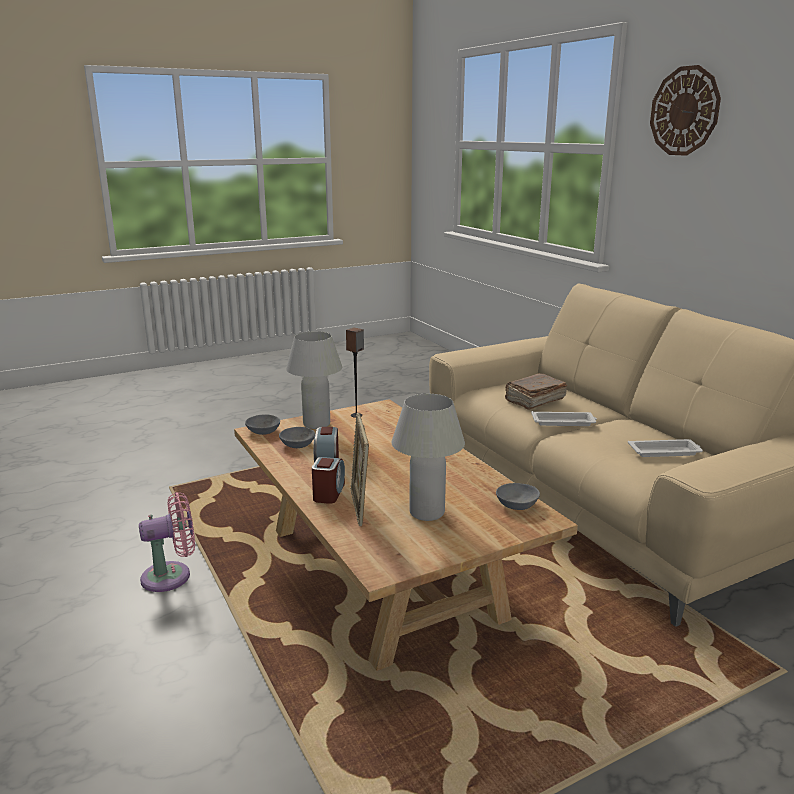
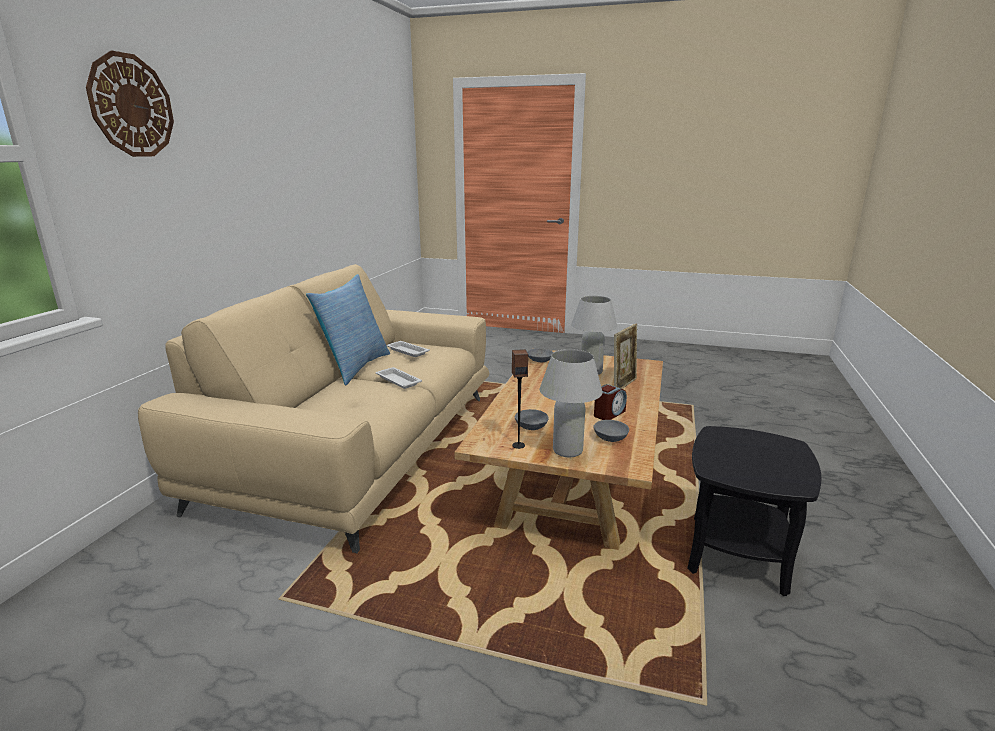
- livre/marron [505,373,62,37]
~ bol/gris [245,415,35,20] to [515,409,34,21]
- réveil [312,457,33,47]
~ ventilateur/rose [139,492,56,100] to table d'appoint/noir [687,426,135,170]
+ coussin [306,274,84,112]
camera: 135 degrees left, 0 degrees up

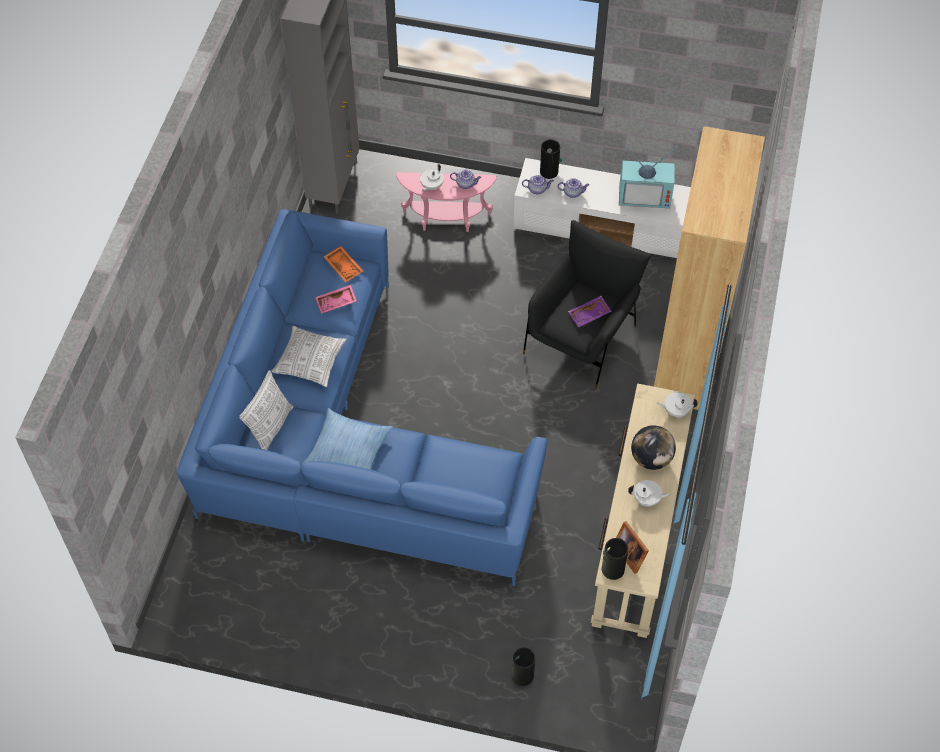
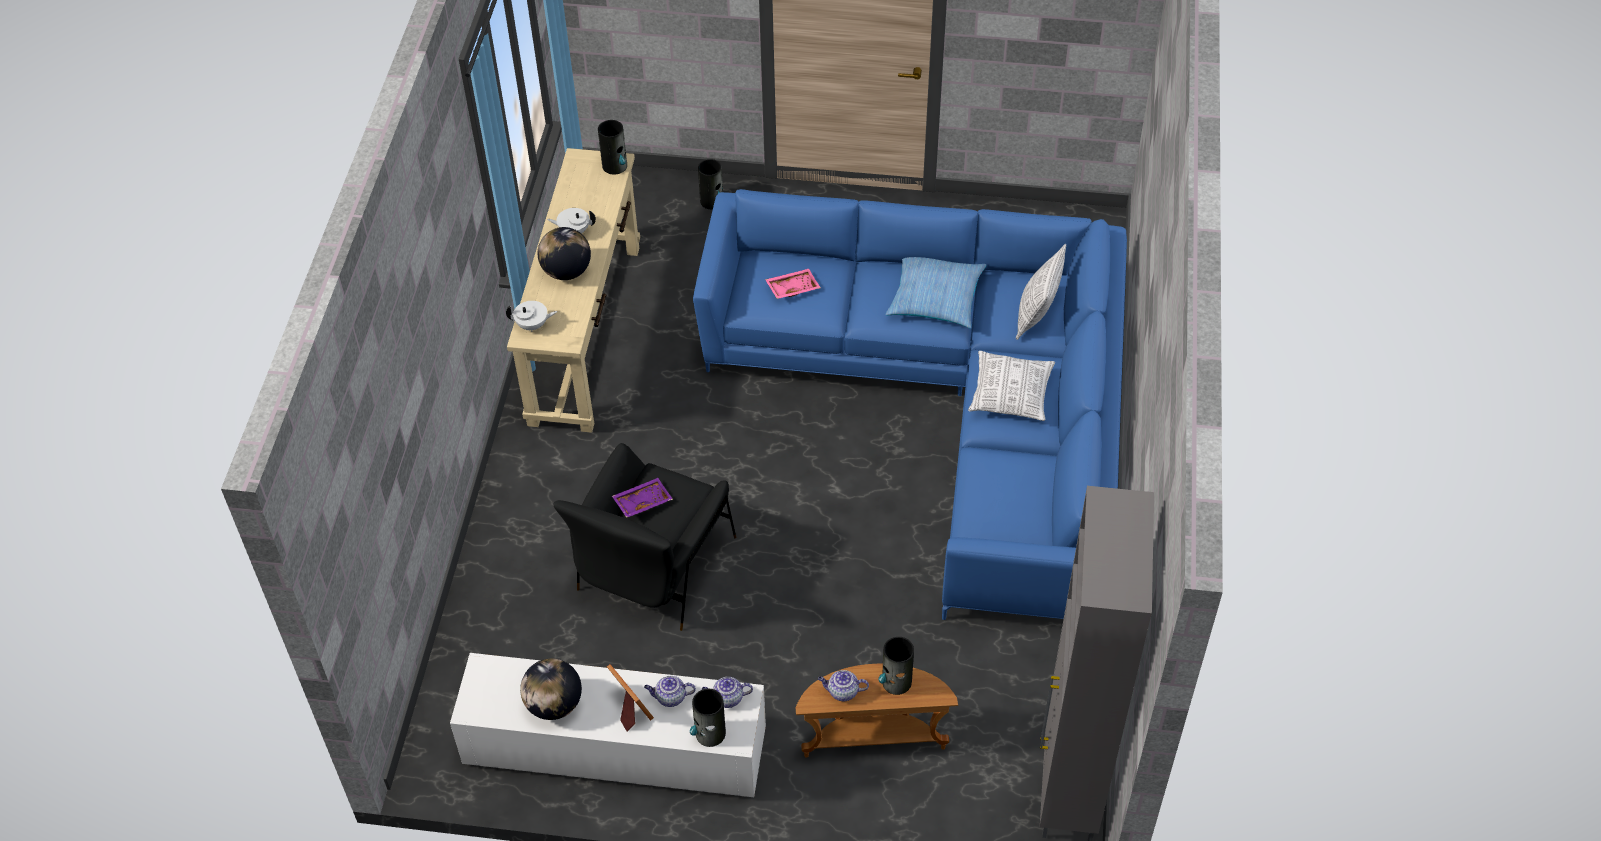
- bibliothèque/marron [654,126,111,284]
~ téléviseur [619,146,59,62] to globe [520,659,62,61]
~ théière/blanc [420,164,24,27] to vase [878,637,36,58]
~ table d'appoint/rose [396,172,100,60] to table d'appoint/marron [796,664,162,94]
- plateau/orange [324,246,39,36]
~ plateau/rose [315,285,42,29] to [765,269,56,30]
~ cadre photo [616,521,33,53] to [607,664,47,68]
camera: 175 degrees right, 5 degrees down

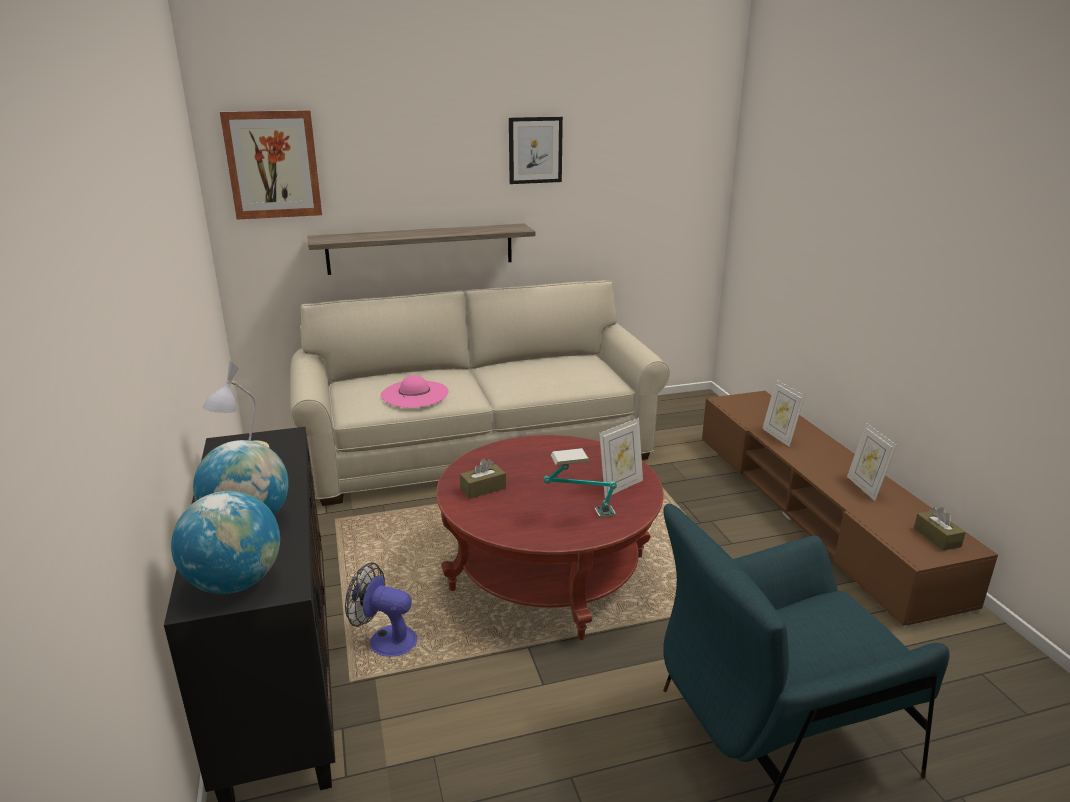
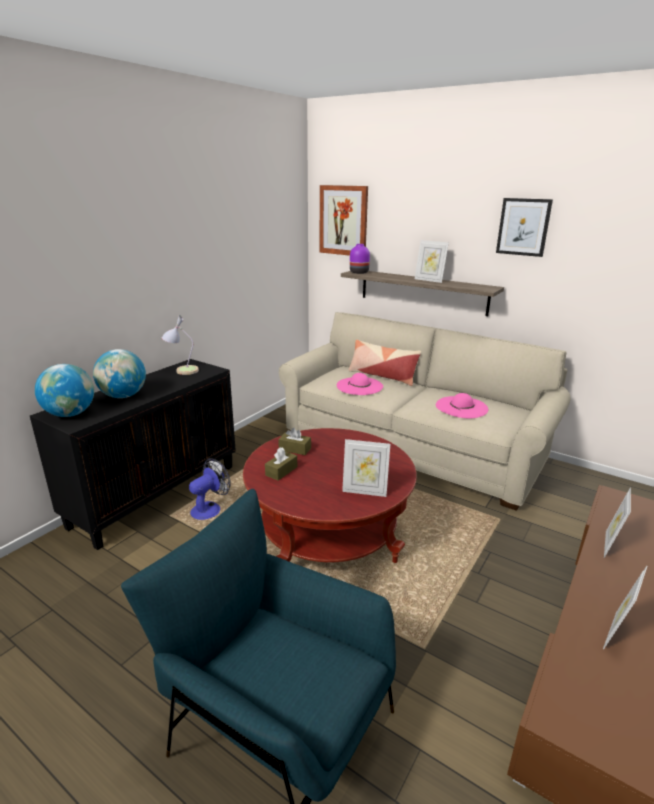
- lampe de table [543,448,74,70]
~ boîte à mouchoirs/marron [914,507,52,44] to [265,447,32,34]
~ ventilateur [345,562,72,95] = [189,458,42,62] 60 degrees clockwise
+ cadre photo [415,240,34,43]
+ vase/violet [350,244,20,30]
+ coussin [348,340,73,46]
+ chapeau/rose [436,393,52,25]
camera: 50 degrees right, 0 degrees up

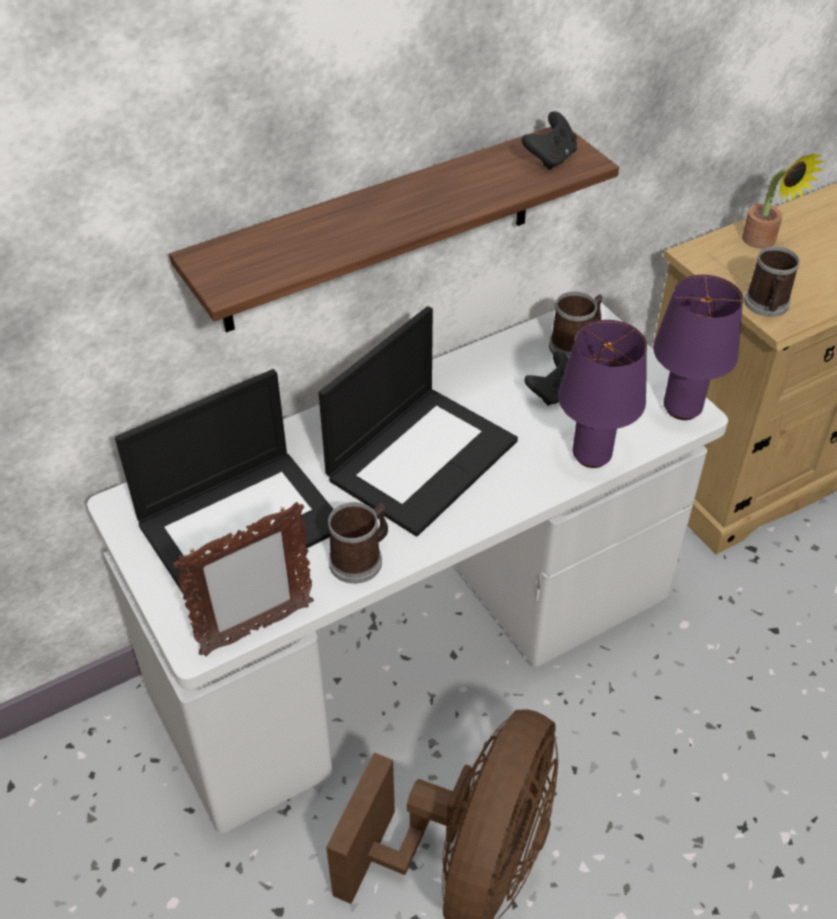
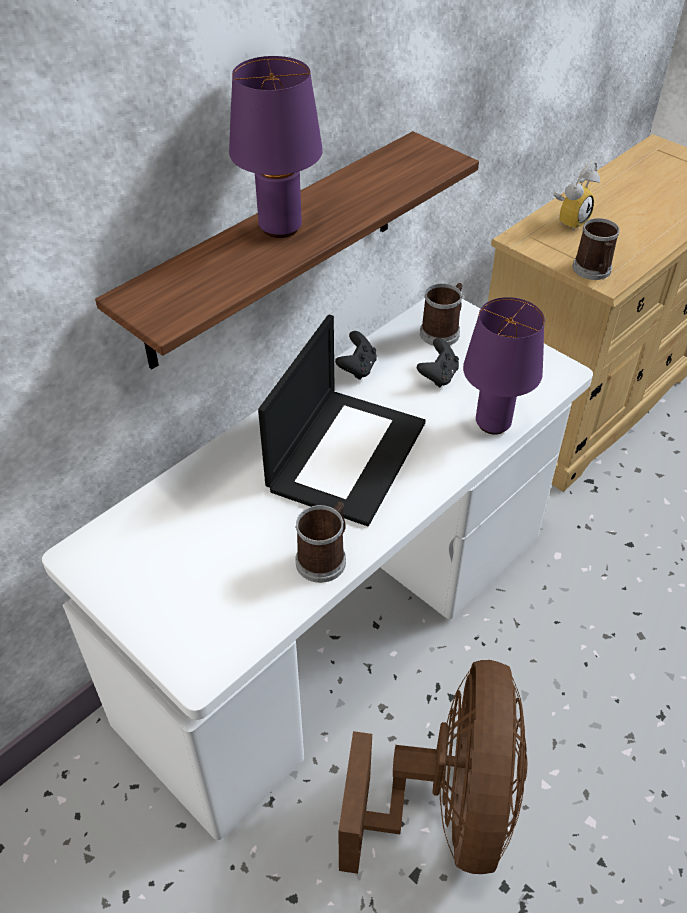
~ manette/noir [522,111,55,59] to [335,331,42,49]
~ plante en pot [742,153,84,96] to réveil [553,161,47,70]
~ lampe de table/violet [653,275,90,145] to [229,56,94,182]
- ordinateur portable [115,369,219,236]
- cadre photo [173,502,141,155]
camera: 15 degrees left, 0 degrees up

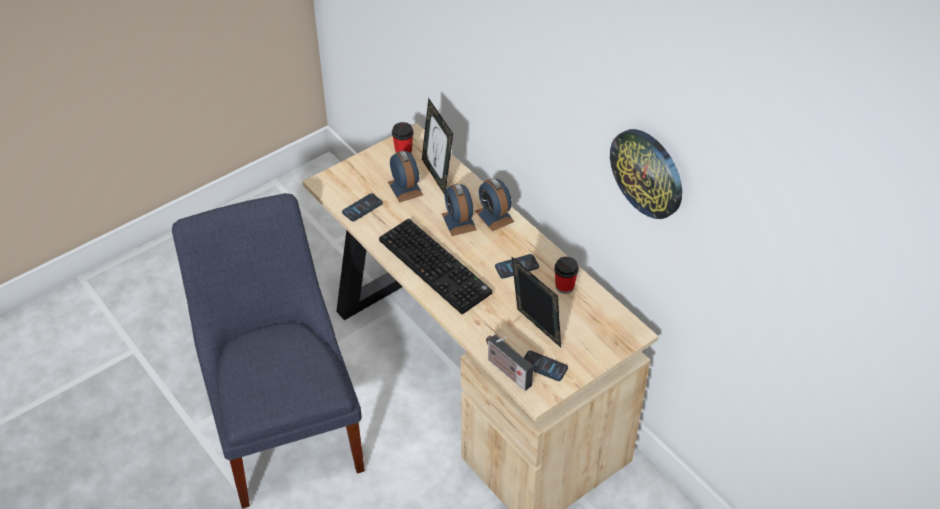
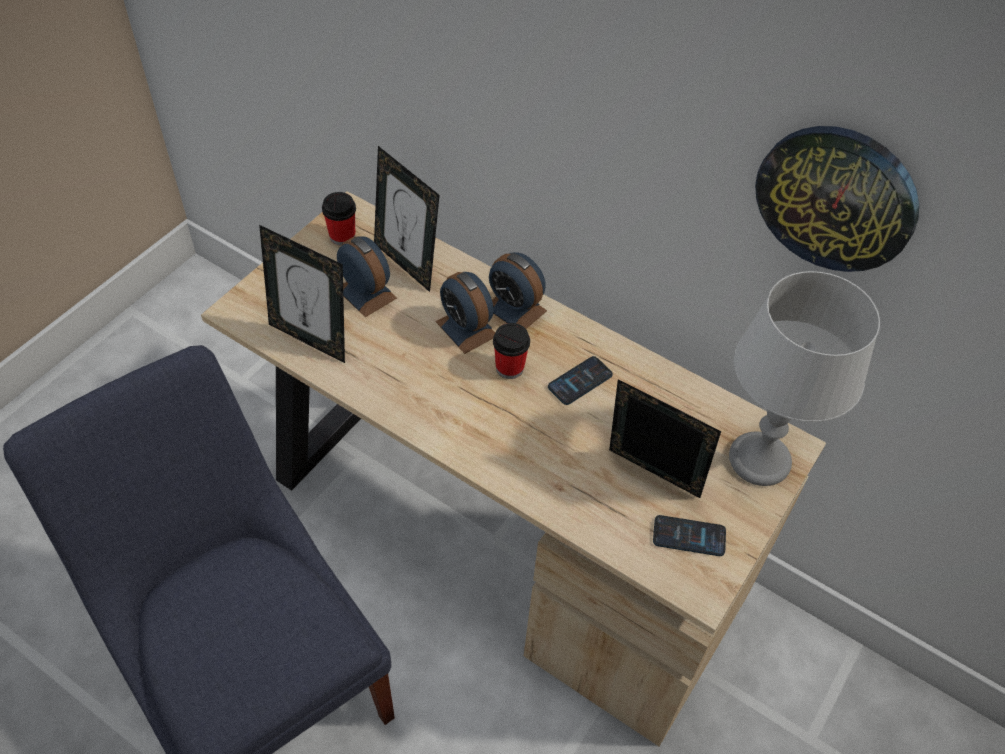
~ téléphone [342,193,41,28] to cadre photo [259,225,86,138]
- clavier [379,219,113,95]
~ tasse [554,257,25,37] to [493,323,37,56]
- radio [486,335,47,56]
+ lampe de table/gris [729,271,151,215]
camera: 20 degrees left, 5 degrees up

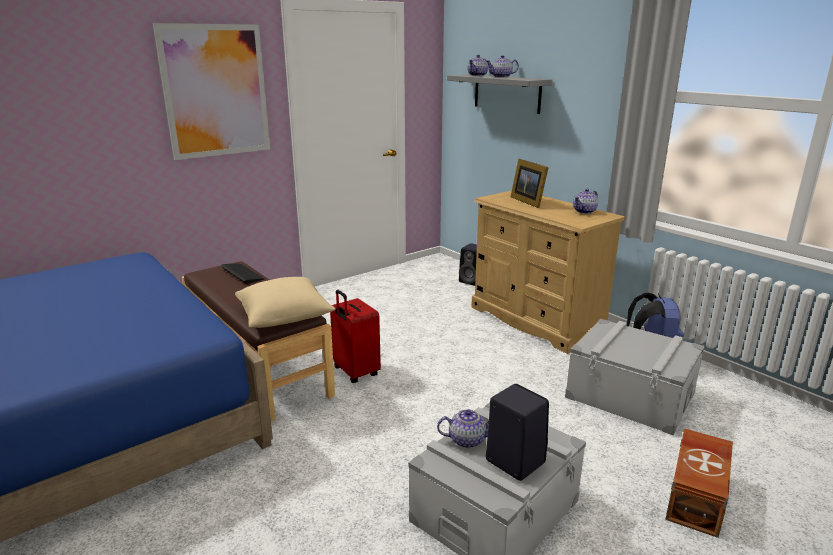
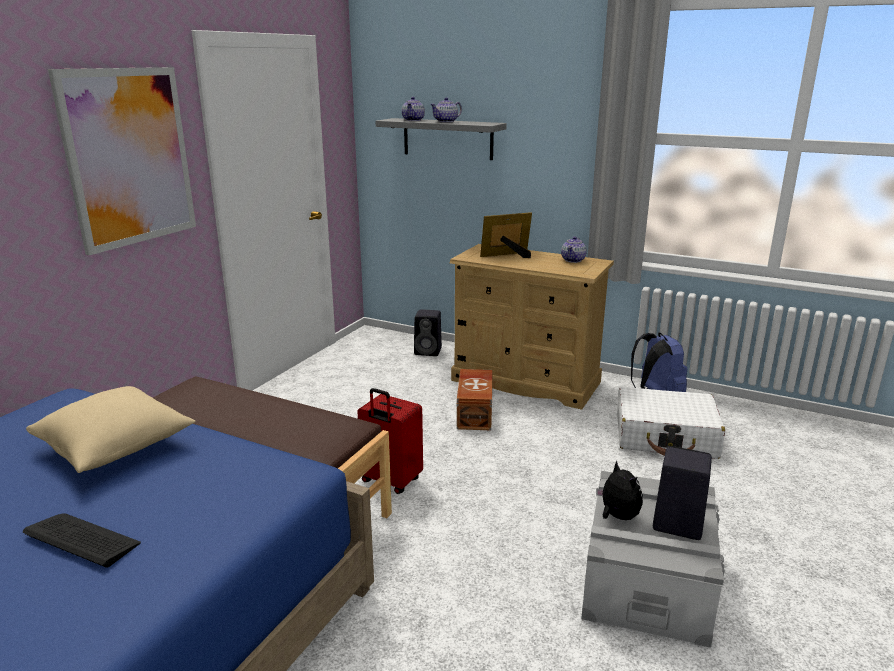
~ cadre photo [511,159,38,49] = [480,212,52,46] 120 degrees clockwise
~ clavier [221,264,44,20] to [23,513,118,55]
~ coussin/beige [235,277,101,51] to [26,386,169,87]
~ boîte de rangement/gris [565,319,140,116] to valise/blanc [617,387,108,72]
~ théière [437,409,52,39] to peluche [596,461,47,59]
~ boîte de rangement/marron [665,428,68,110] to [457,369,36,61]
camera: 25 degrees left, 0 degrees up

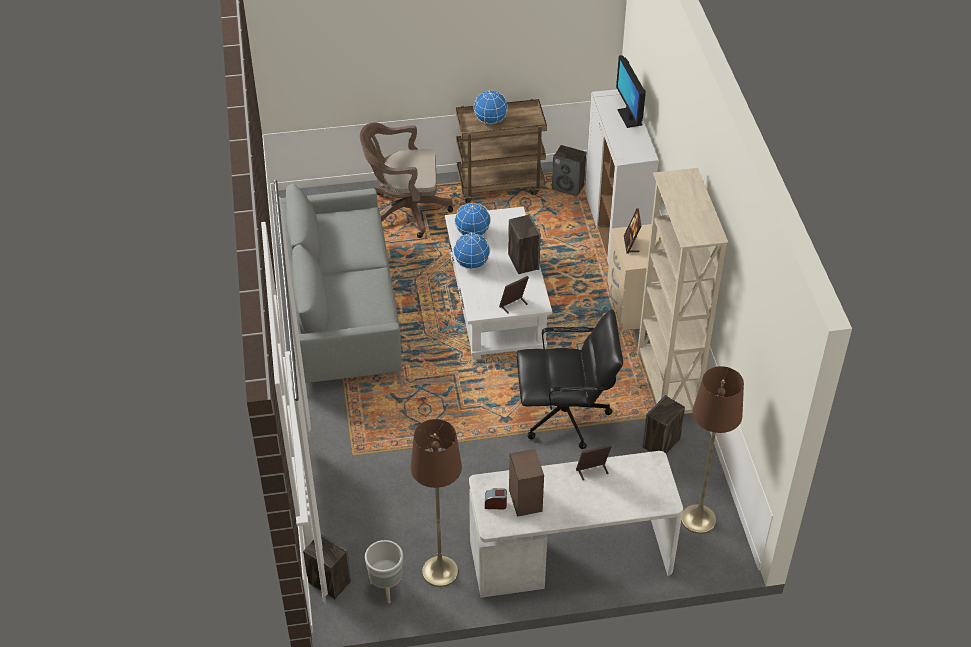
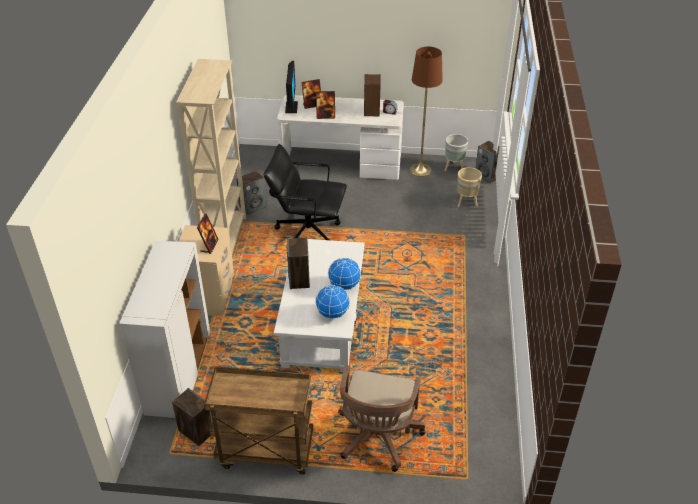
~ écran d'ordinateur [616,55,30,73] to [285,61,13,52]
- globe [474,90,34,34]
~ chaise de bureau/marron [360,122,93,116] = [338,365,87,107] 90 degrees clockwise
- canapé/gris [281,183,121,200]
~ cadre photo [499,276,30,38] to [302,79,19,30]
- lampadaire/marron [681,366,63,168]
+ cache-pot/beige [457,167,25,40]
camera: 165 degrees left, 5 degrees down

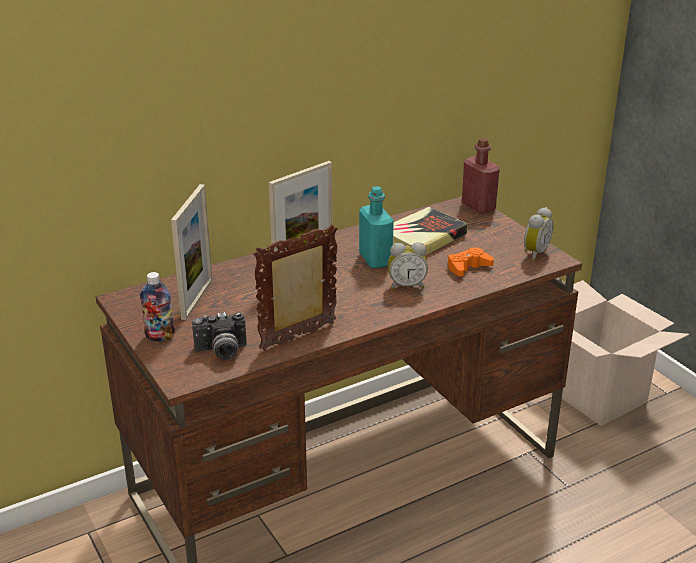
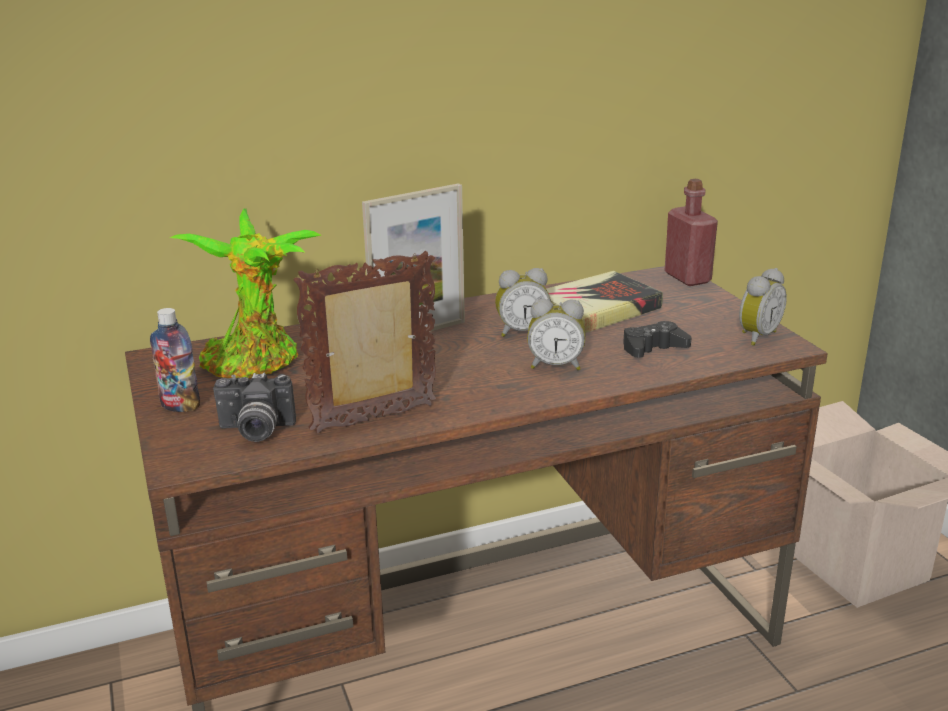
~ cadre photo [171,184,42,136] to plante en pot [170,208,151,170]
~ bouteille/turquoise [359,186,35,83] to réveil [495,268,56,69]
~ manette/orange [448,247,46,29] to manette/noir [623,321,69,37]
camera: 10 degrees right, 5 degrees down

